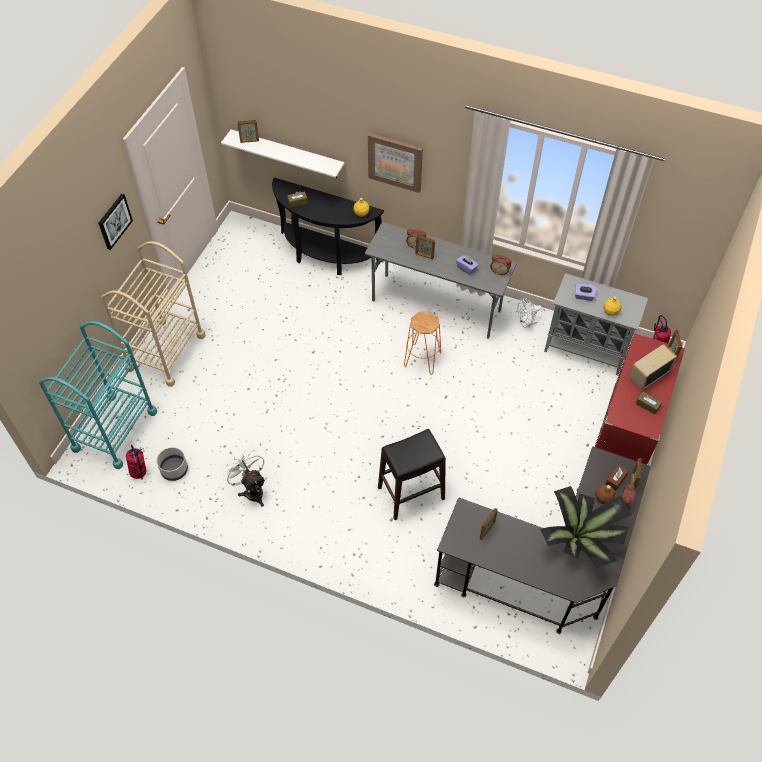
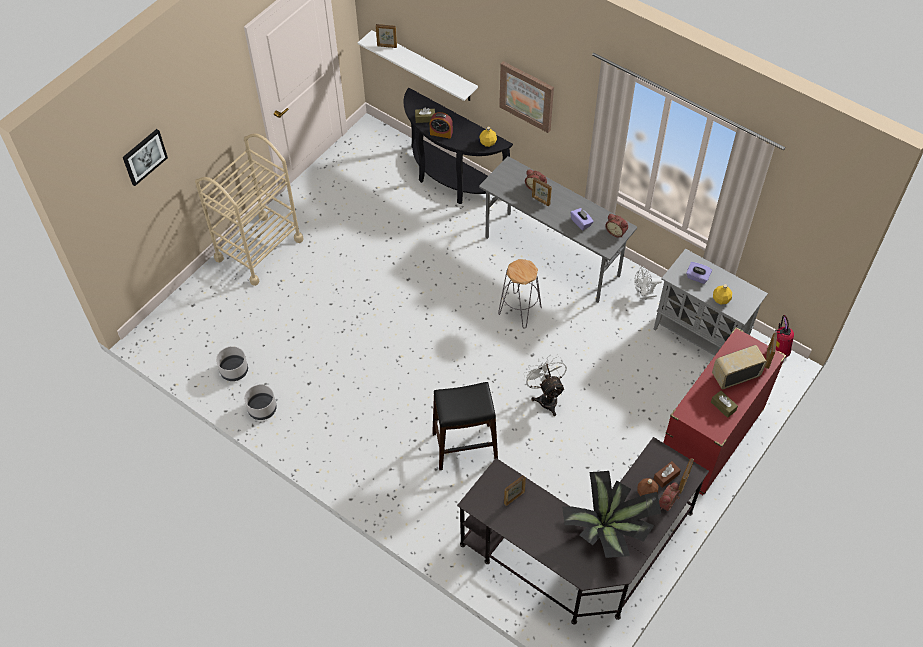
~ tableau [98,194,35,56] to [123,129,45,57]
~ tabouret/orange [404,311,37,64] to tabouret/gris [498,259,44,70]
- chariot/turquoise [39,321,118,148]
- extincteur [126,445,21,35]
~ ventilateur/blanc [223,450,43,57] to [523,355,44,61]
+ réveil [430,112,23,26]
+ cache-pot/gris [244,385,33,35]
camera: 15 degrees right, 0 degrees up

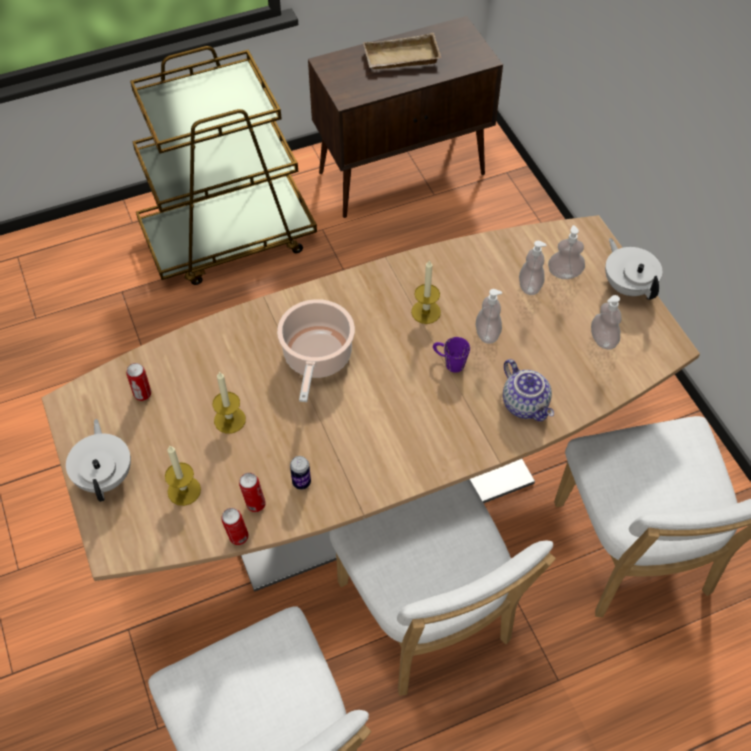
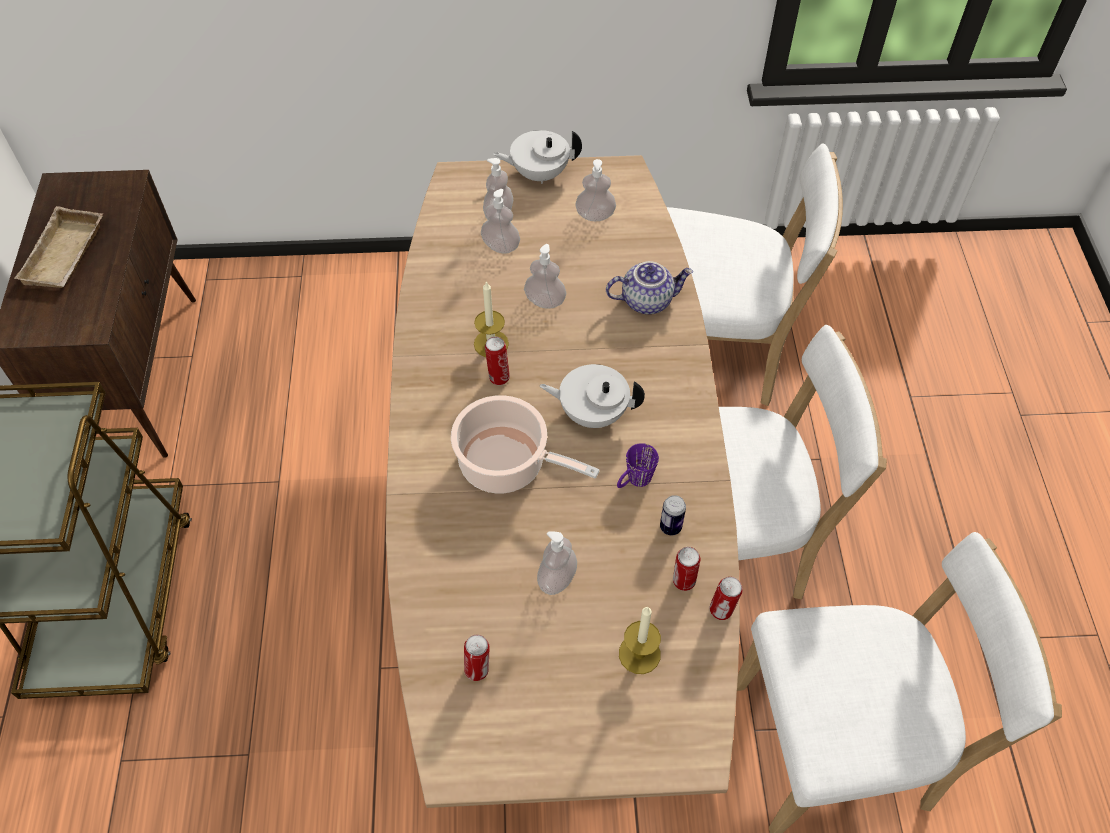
~ mug/violet [433,337,37,36] to [617,443,42,45]
~ bougie [212,372,34,62] to distributeur de savon [537,531,40,64]
~ théière/blanc [66,419,65,83] to [540,364,105,64]
+ boîte métallique [485,337,25,48]
camera: 70 degrees left, 0 degrees up

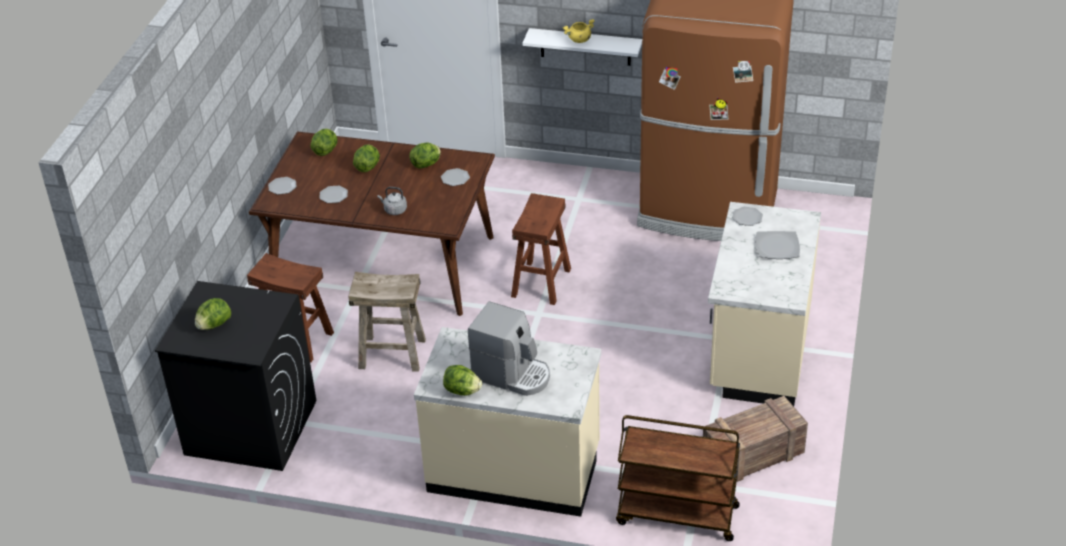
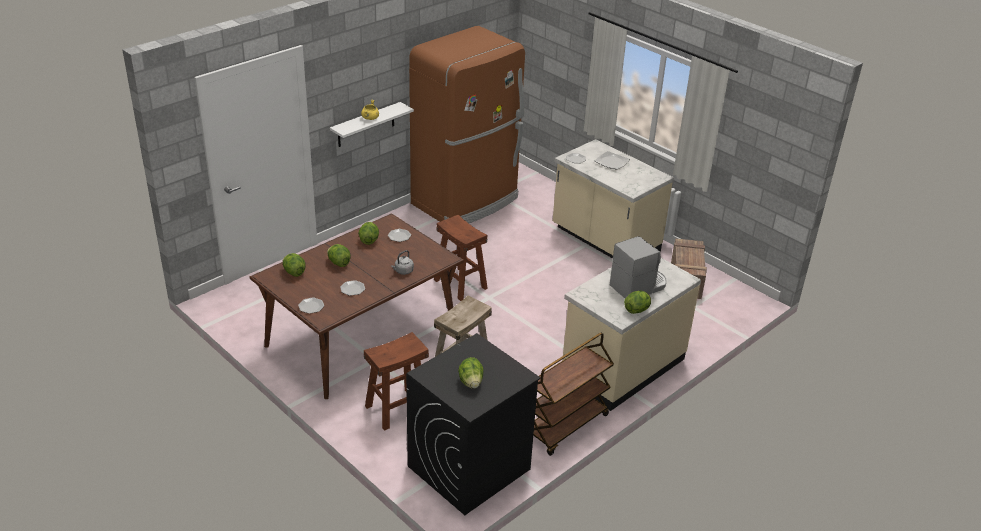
~ chariot/marron [616,415,124,126] to [533,333,81,123]
camera: 60 degrees left, 5 degrees down

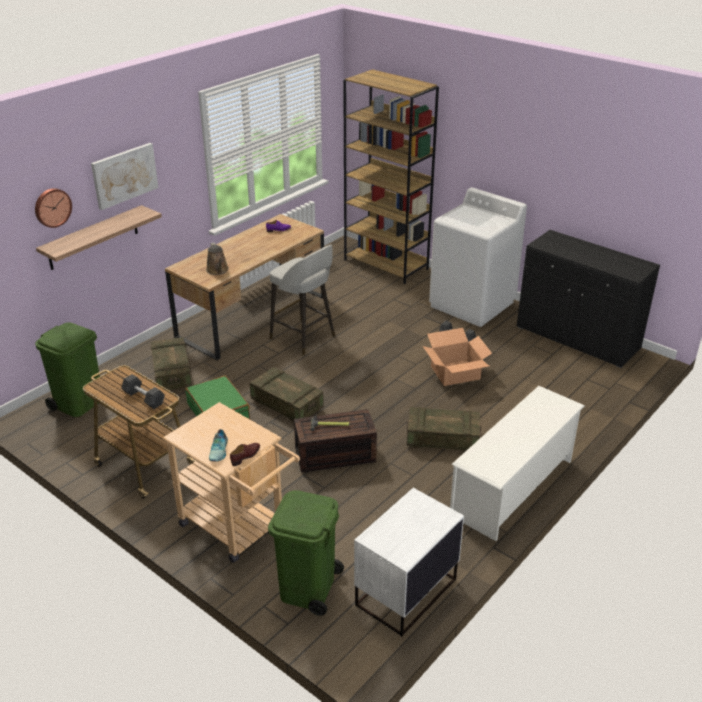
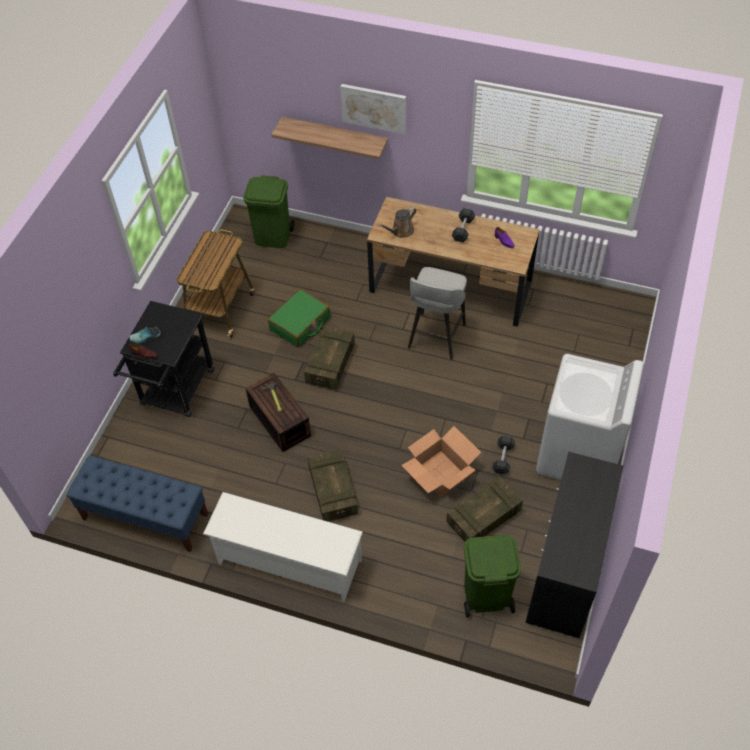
- bibliothèque/marron [343,69,96,215]
- horloge murale [35,188,37,40]
~ caisse [150,337,42,53] to [447,477,76,65]
~ haltère/gris [121,374,44,35] to [452,208,23,34]
~ chariot/beige [162,402,138,161] to chariot/noir [113,301,101,116]
~ table de chevet/blanc [354,488,110,149] to banc/bleu [66,455,142,97]
~ poubelle/vert [268,490,76,126] to [464,535,57,82]
camera: 70 degrees right, 20 degrees up

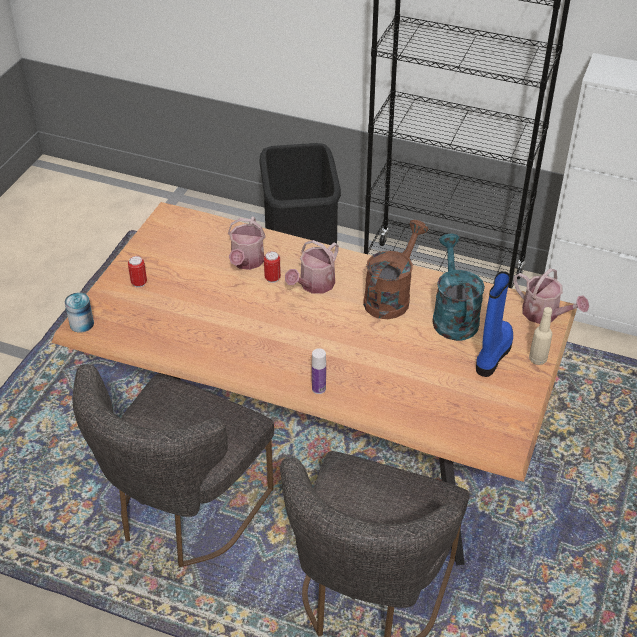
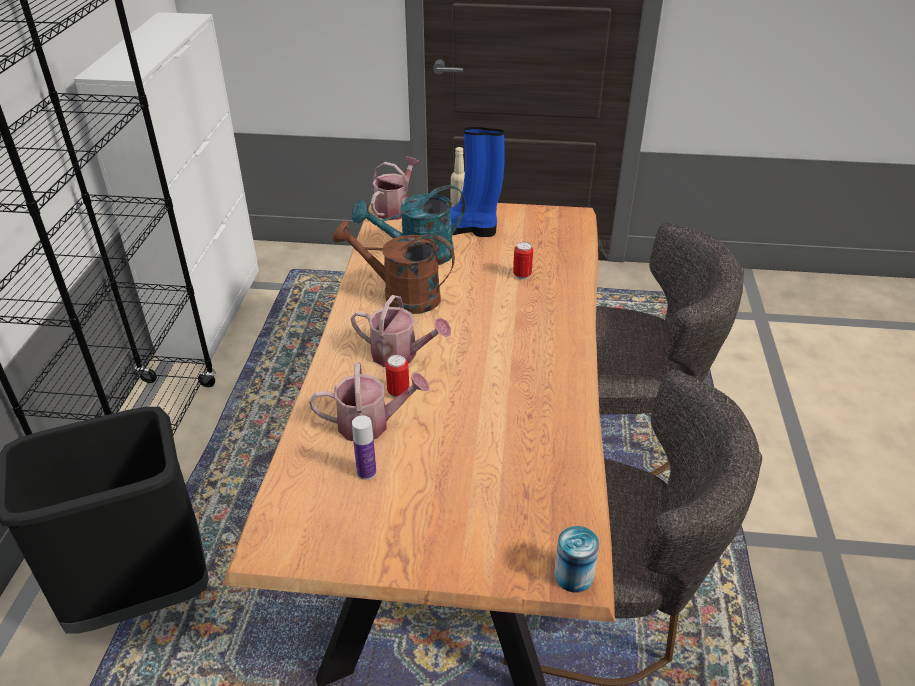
~ boîte métallique [128,256,19,32] to [513,242,20,38]
~ bouteille [312,348,14,46] to [352,415,24,65]
camera: 105 degrees left, 5 degrees down

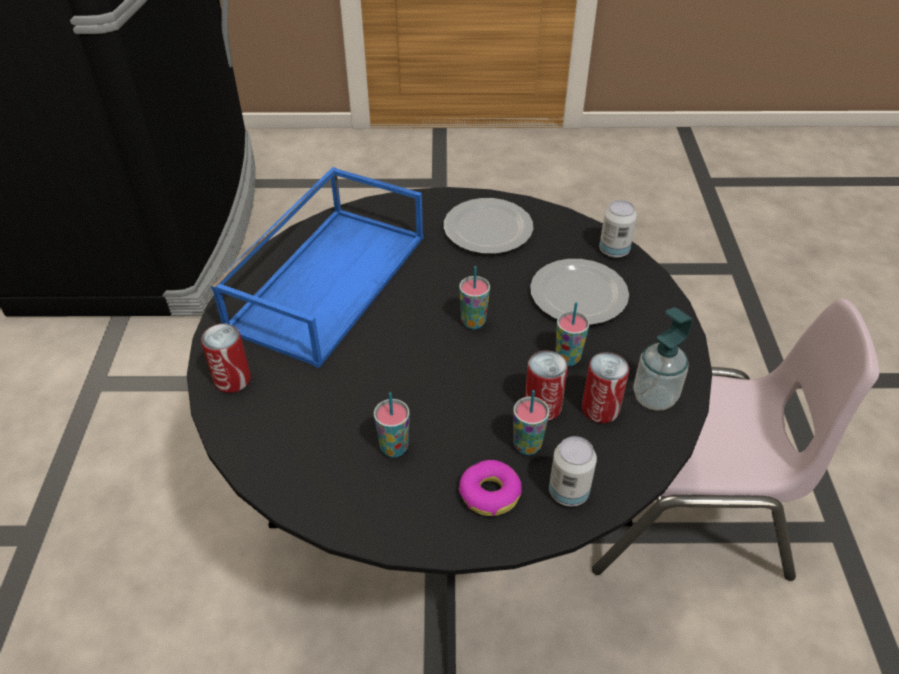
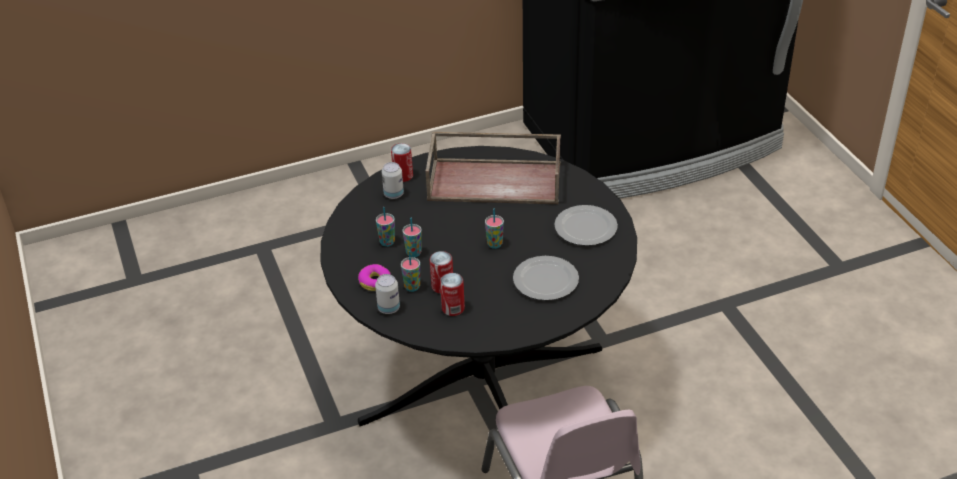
~ plateau/bleu [211,167,212,201] to plateau/marron [425,132,136,72]
~ boîte métallique [599,200,38,58] to [382,162,22,37]
~ tasse [555,302,35,64] to [402,218,20,40]
- distributeur de savon [633,307,60,104]
camera: 70 degrees right, 5 degrees down

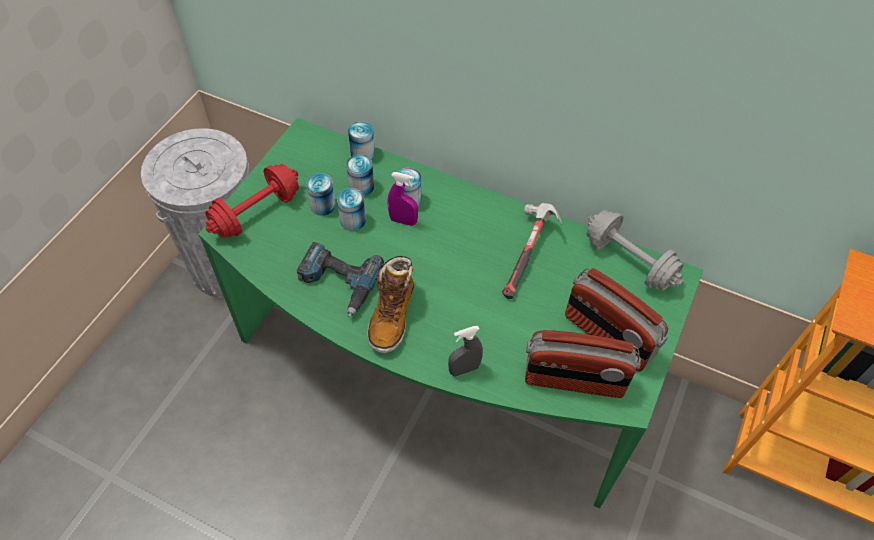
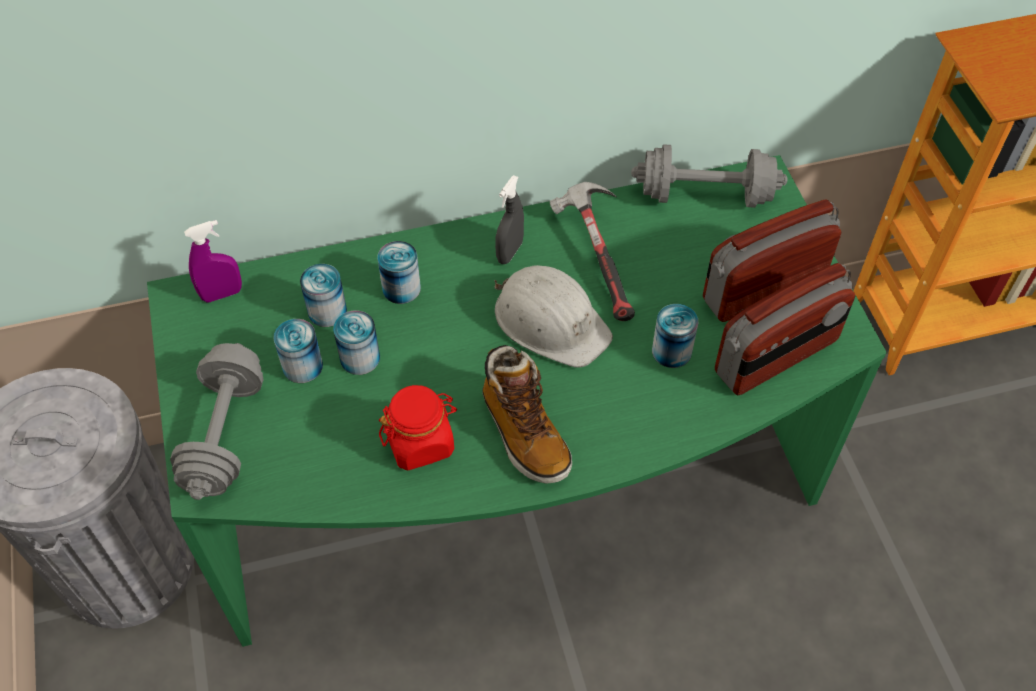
~ boîte métallique [348,121,27,38] to [652,304,46,64]
~ haltère/rouge [205,164,94,74] to haltère/gris [170,343,93,157]
~ vaporisateur/violet [388,172,30,54] to [184,220,58,83]
~ perceuse [296,242,88,75] to bocal/rouge [379,385,78,86]
~ radio [565,268,103,104] = [703,199,138,123] 150 degrees clockwise
~ vaporisateur/gris [448,326,35,51] to [495,175,29,89]
+ casque de chantier/blanc [495,265,118,103]
camera: 40 degrees left, 0 degrees up

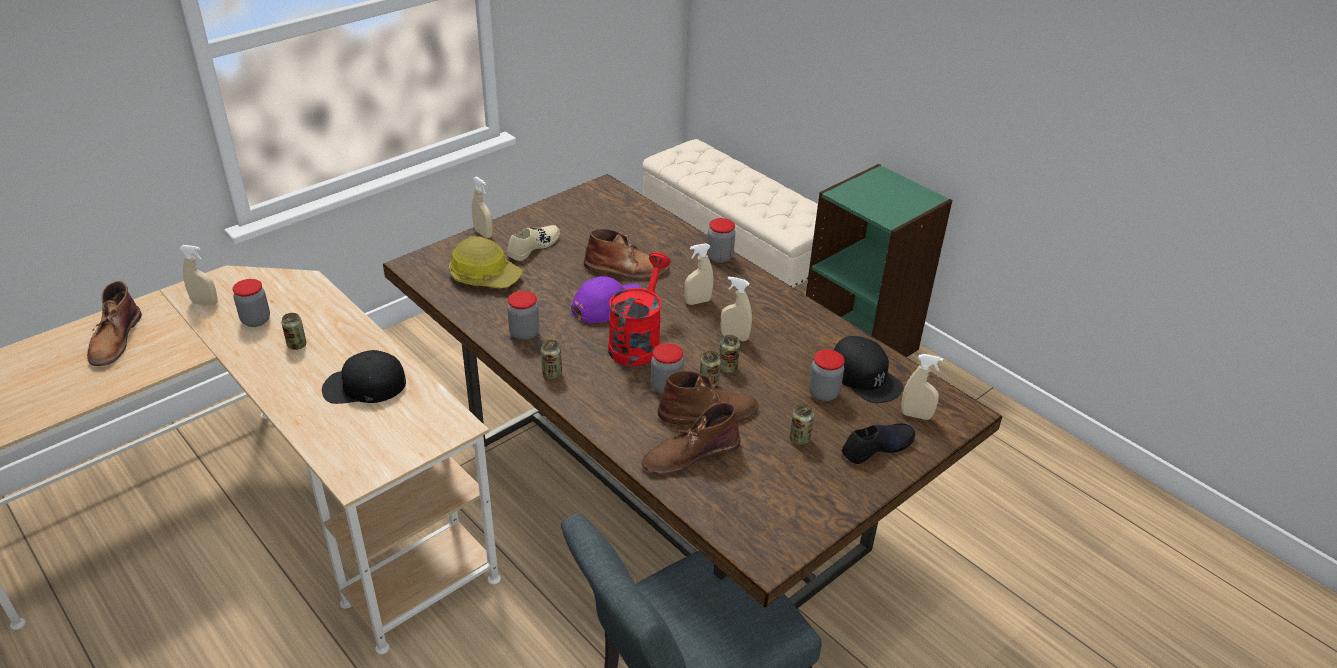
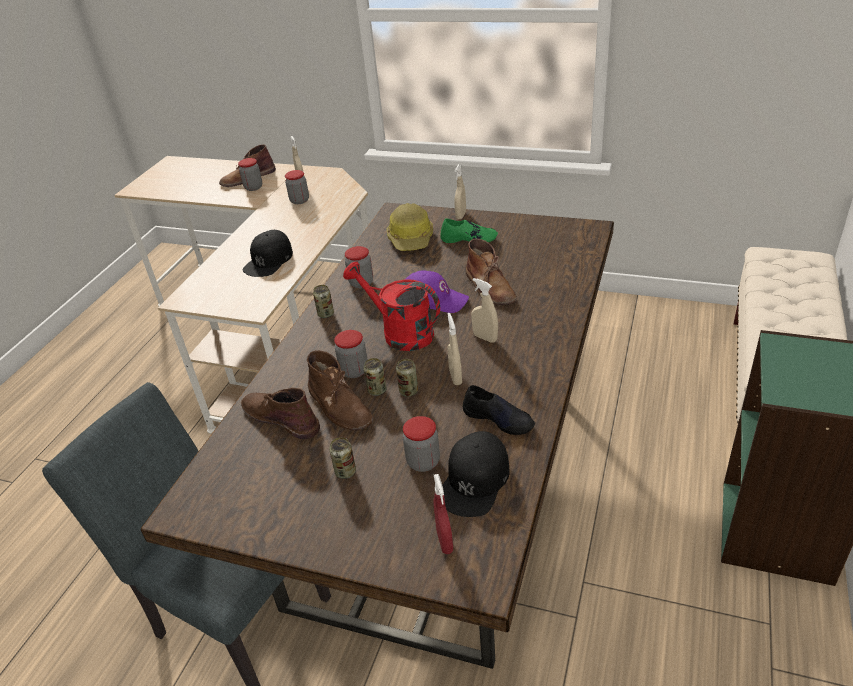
~ bocal [707,218,28,45] to [238,158,24,33]
~ chaussure/beige [507,225,53,36] to chaussure/vert [440,219,58,24]
~ arrosoir/rouge [608,252,63,114] = [343,261,97,90] 135 degrees counterclockwise
- boîte métallique [281,313,25,37]
~ casquette/noir [322,350,84,54] = [242,230,51,47] 120 degrees counterclockwise
~ vaporisateur/beige [901,354,43,66] to vaporisateur/rouge [433,474,20,80]
~ chaussure/noir [842,424,73,40] to [463,385,72,50]
camera: 65 degrees right, 0 degrees up

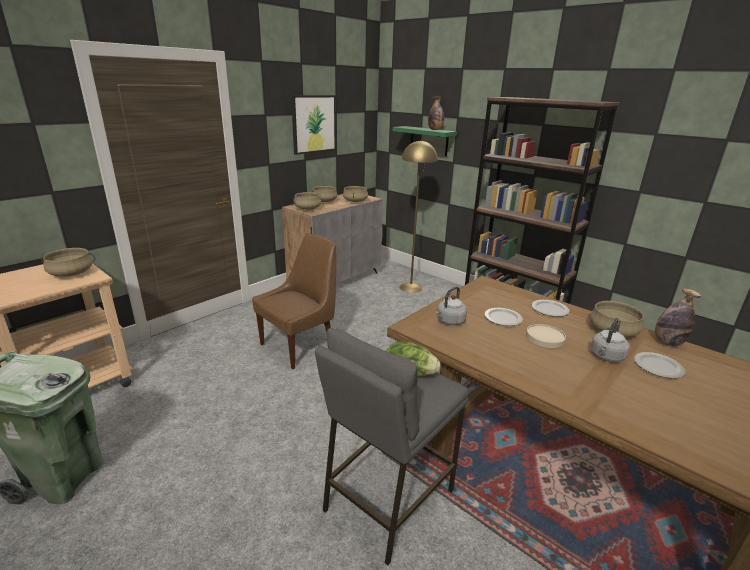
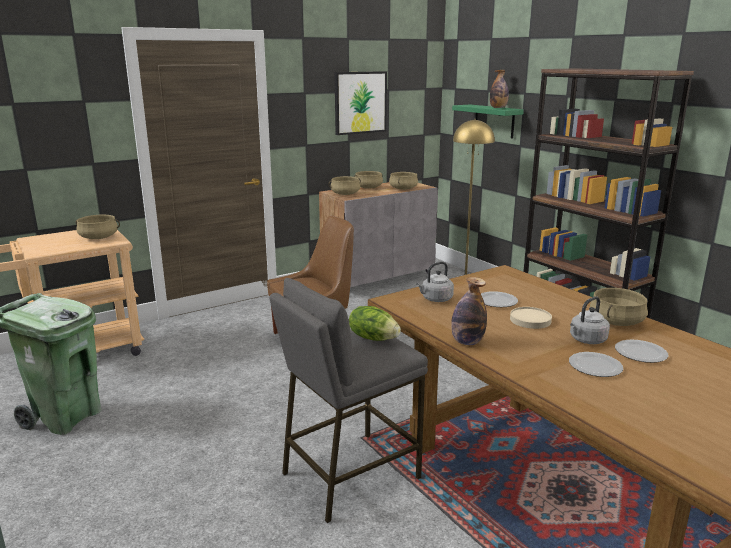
~ bouteille [655,288,46,58] to [451,277,36,68]
~ assiette [532,300,38,17] to [569,352,54,25]
camera: 15 degrees right, 5 degrees down

